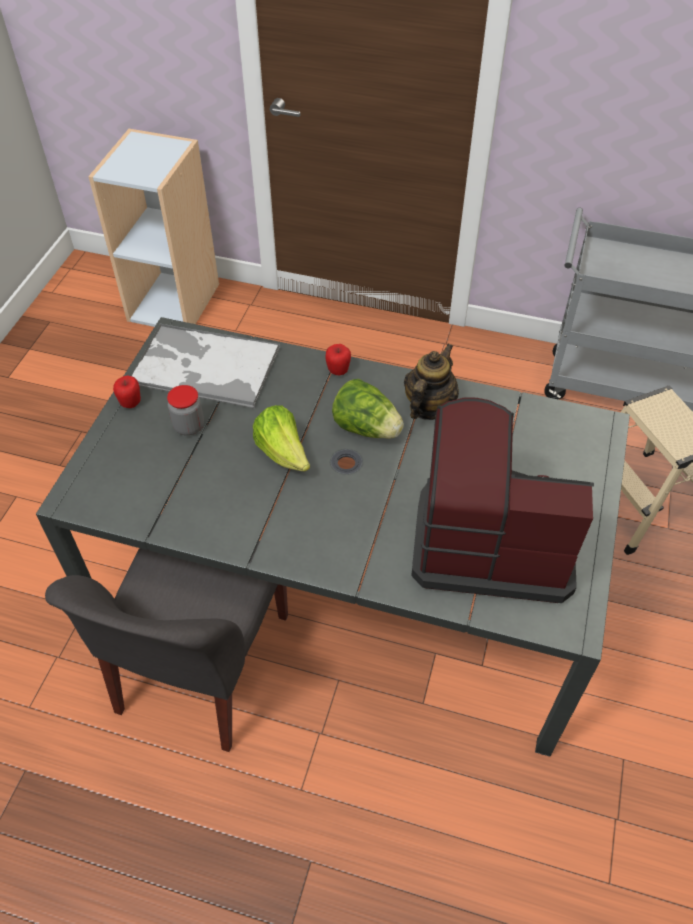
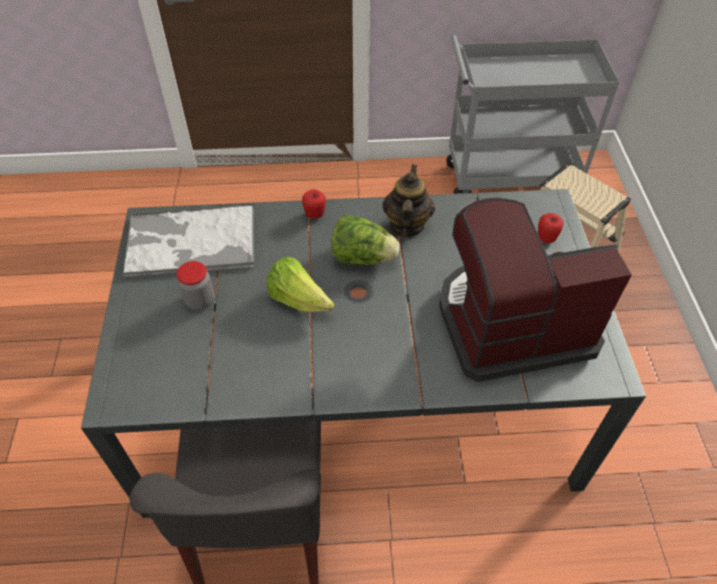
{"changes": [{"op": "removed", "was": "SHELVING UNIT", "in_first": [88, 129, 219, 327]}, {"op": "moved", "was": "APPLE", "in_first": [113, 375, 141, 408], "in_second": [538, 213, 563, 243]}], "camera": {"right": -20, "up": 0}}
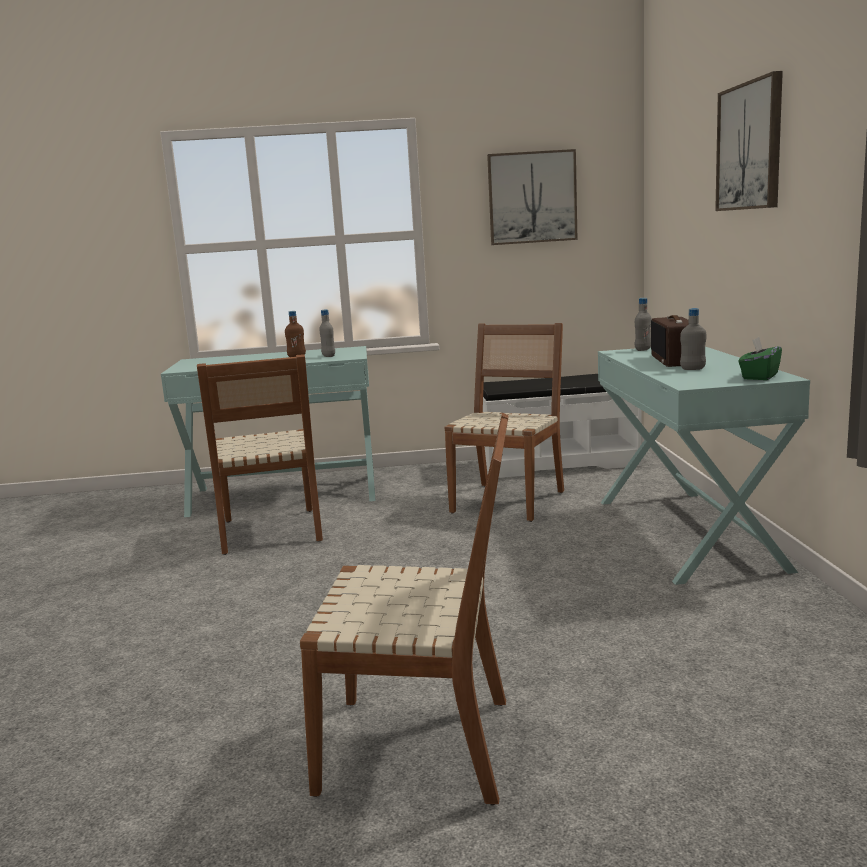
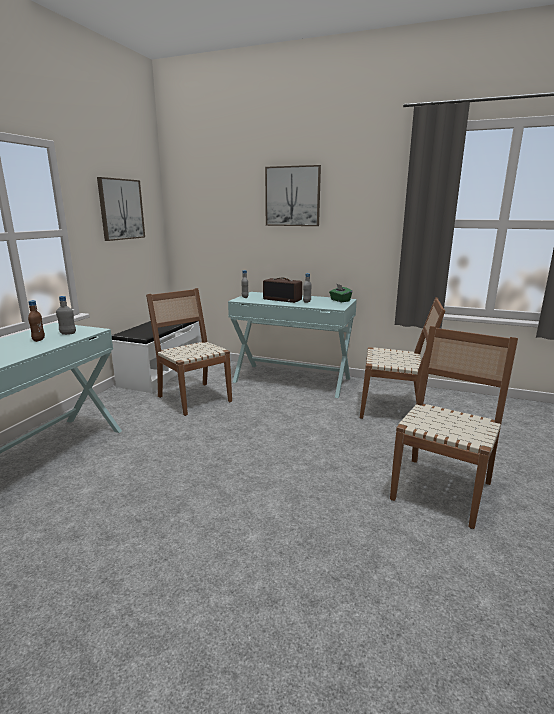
{"changes": [{"op": "moved", "was": "UPRIGHT CHAIR", "in_first": [197, 354, 323, 555], "in_second": [360, 297, 445, 419]}], "camera": {"right": -65, "up": 5}}
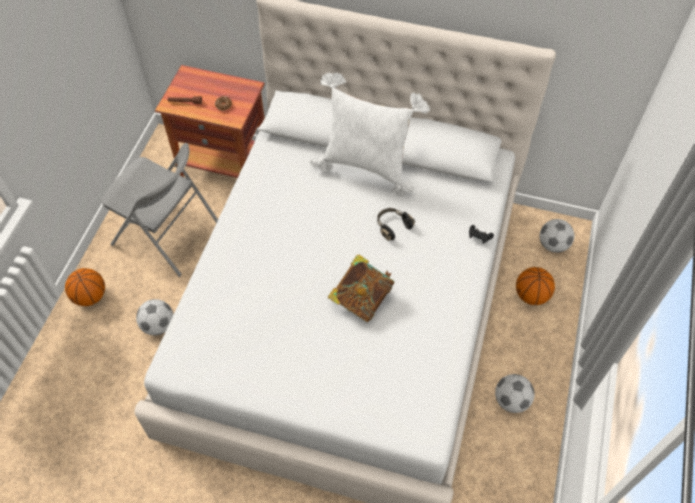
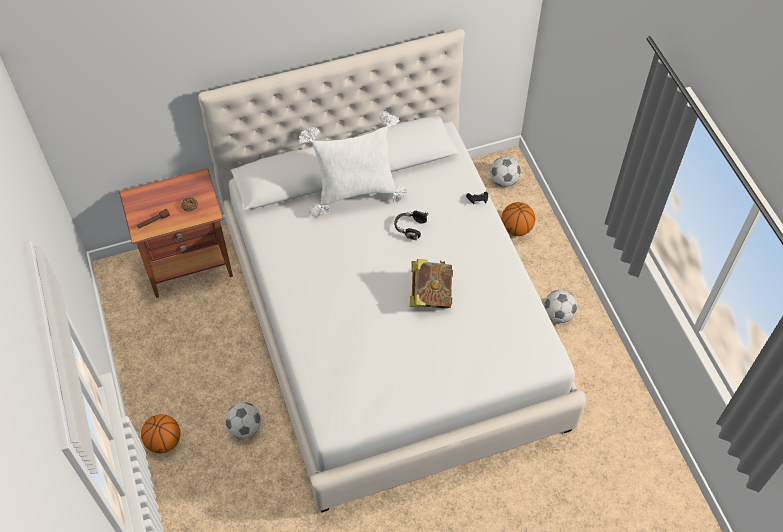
{"changes": [{"op": "removed", "was": "GREY UPRIGHT CHAIR", "in_first": [102, 143, 218, 277]}], "camera": {"right": -35, "up": 0}}
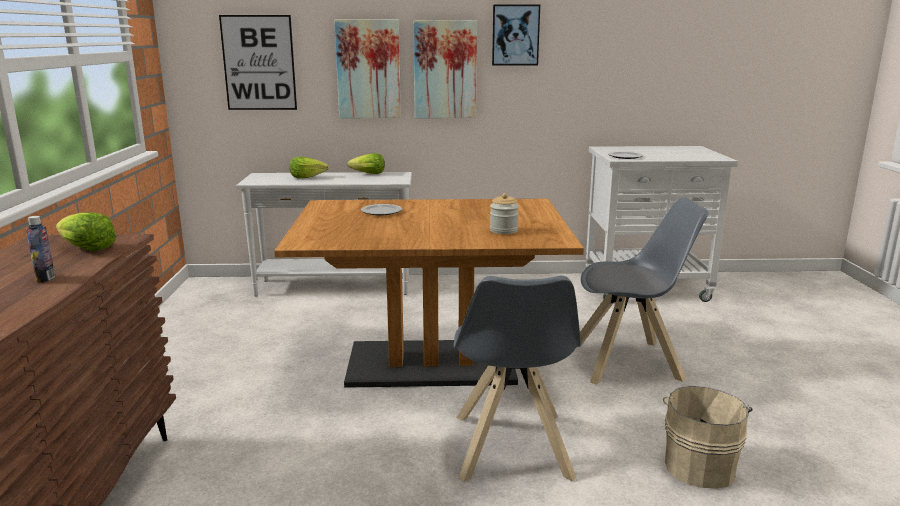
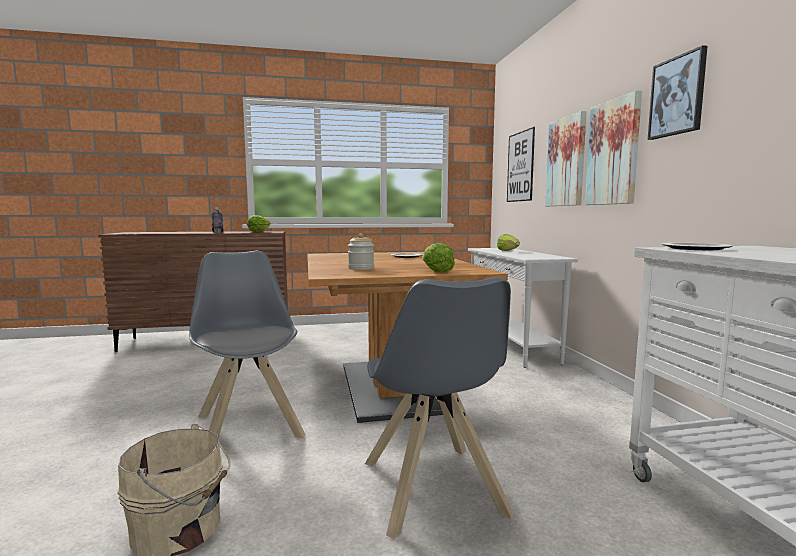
{"changes": [{"op": "moved", "was": "LETTUCE HEAD", "in_first": [347, 153, 385, 174], "in_second": [422, 243, 455, 273]}, {"op": "turned", "was": "GREY UPRIGHT CHAIR", "in_first": [454, 276, 581, 482], "in_second": [189, 251, 306, 438], "clockwise": 75}], "camera": {"right": 80, "up": -10}}
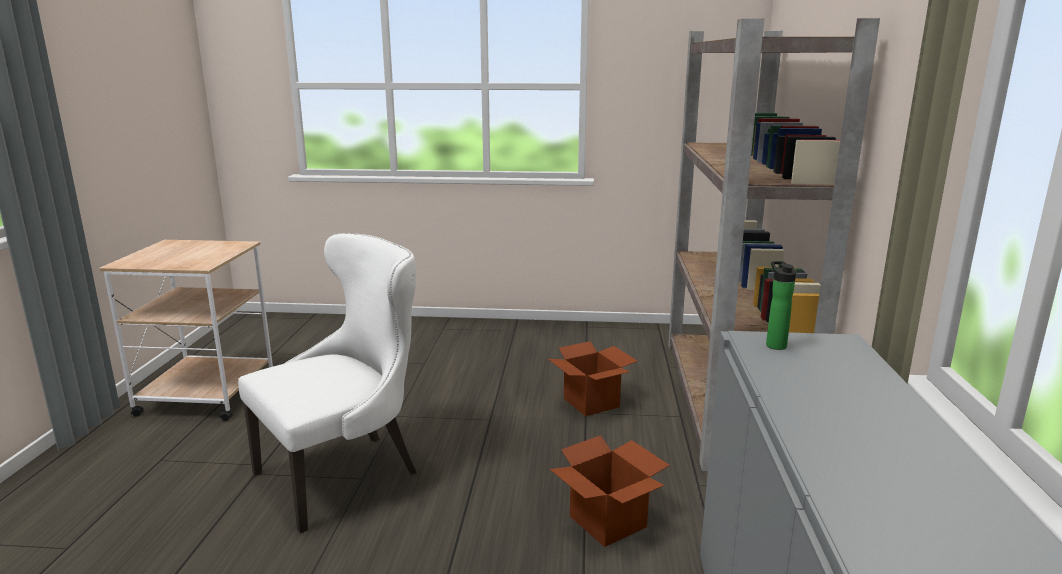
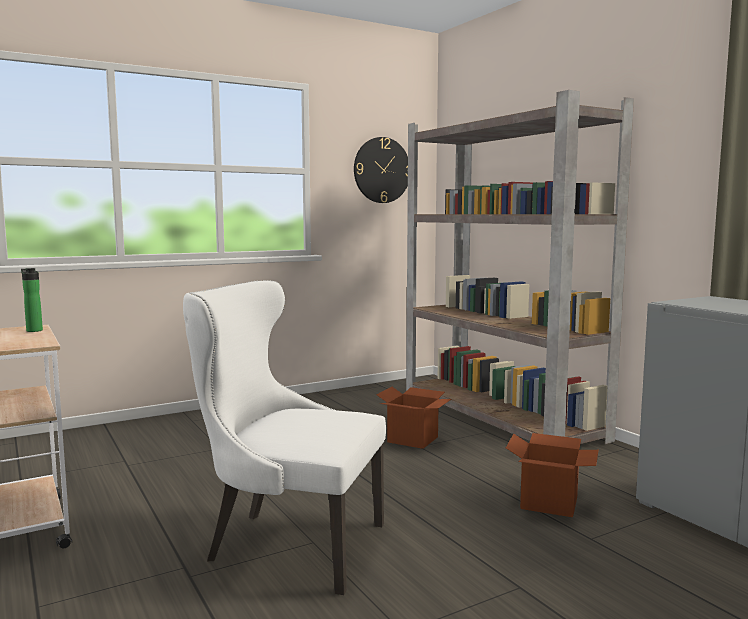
{"changes": [{"op": "added", "now": "WALL CLOCK", "in_second": [354, 137, 408, 203]}, {"op": "moved", "was": "BOTTLE", "in_first": [766, 261, 796, 350], "in_second": [21, 268, 43, 332]}, {"op": "turned", "was": "WHITE UPRIGHT CHAIR", "in_first": [238, 233, 417, 533], "in_second": [183, 280, 386, 595], "clockwise": -90}], "camera": {"right": -35, "up": -10}}
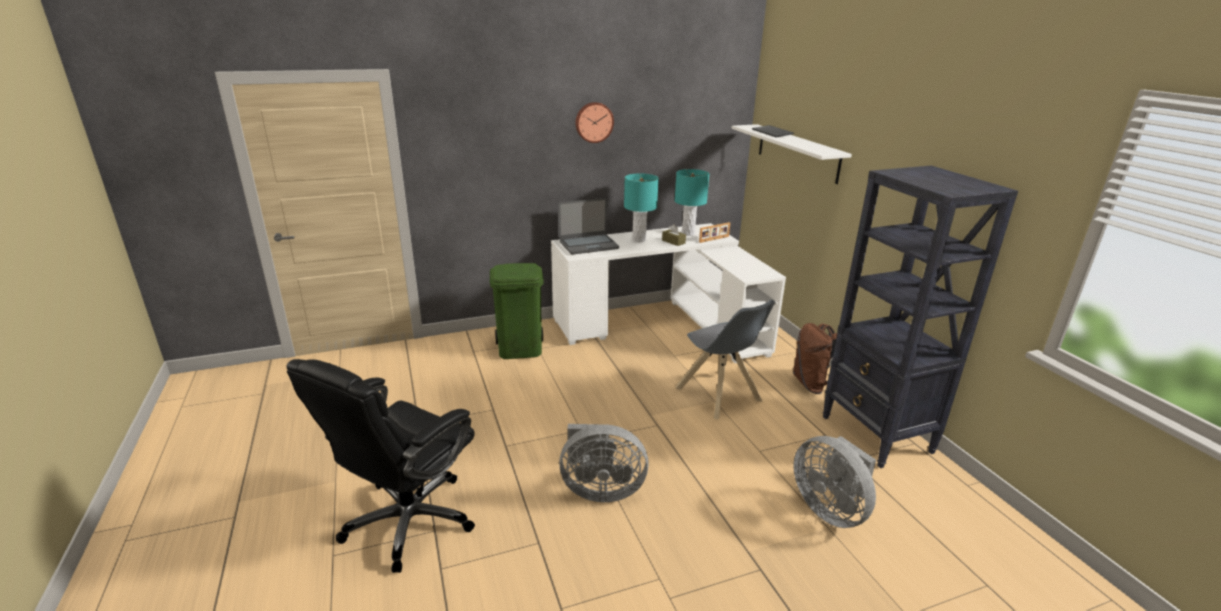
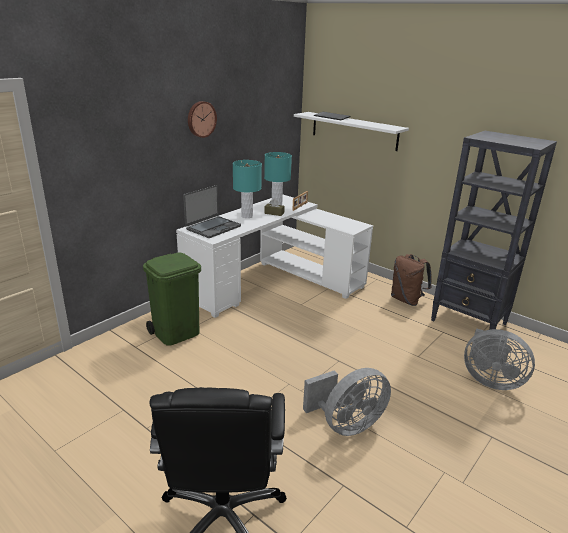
{"changes": [{"op": "removed", "was": "GREY UPRIGHT CHAIR", "in_first": [676, 300, 775, 420]}], "camera": {"right": -30, "up": 0}}
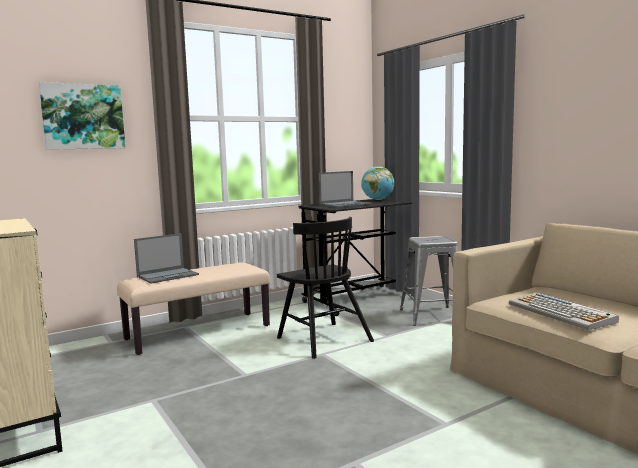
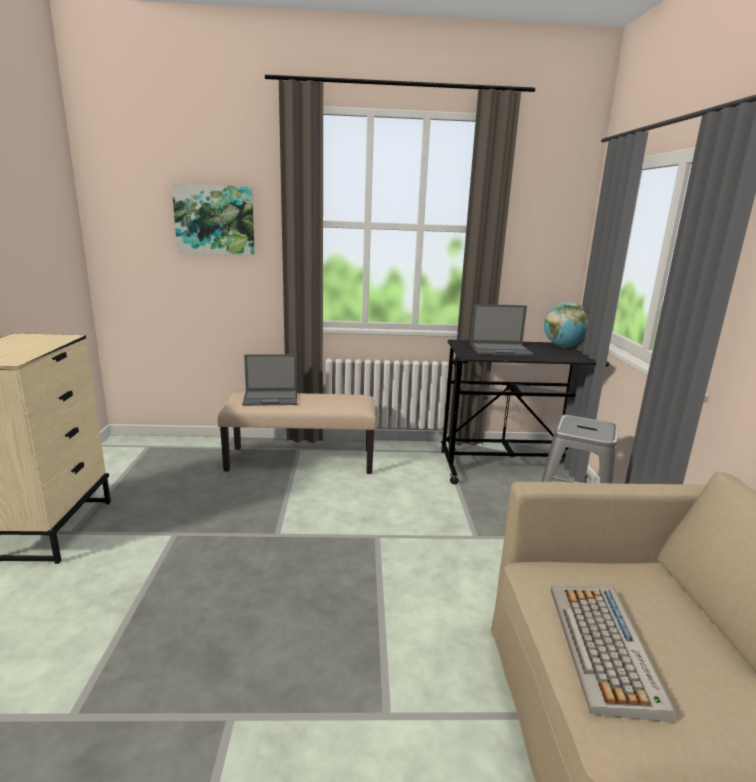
{"changes": [{"op": "removed", "was": "BLACK-COLOURED UPRIGHT CHAIR", "in_first": [277, 217, 374, 359]}], "camera": {"right": 30, "up": 10}}
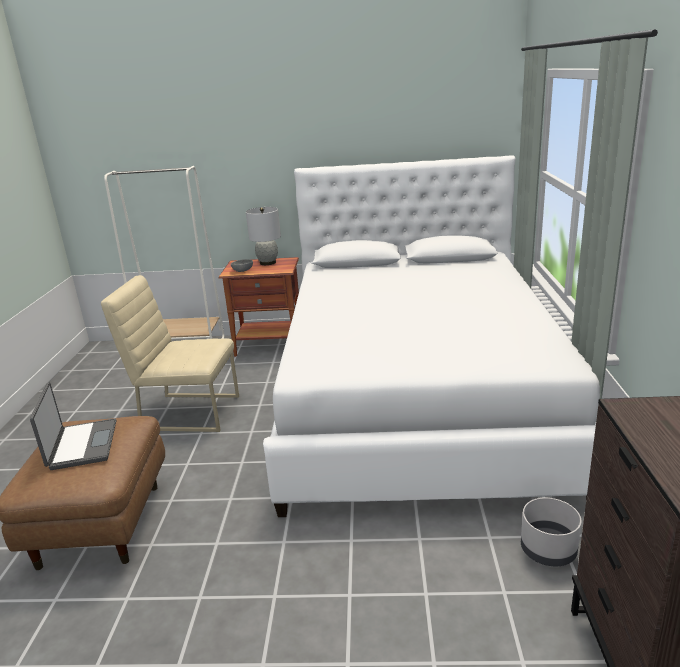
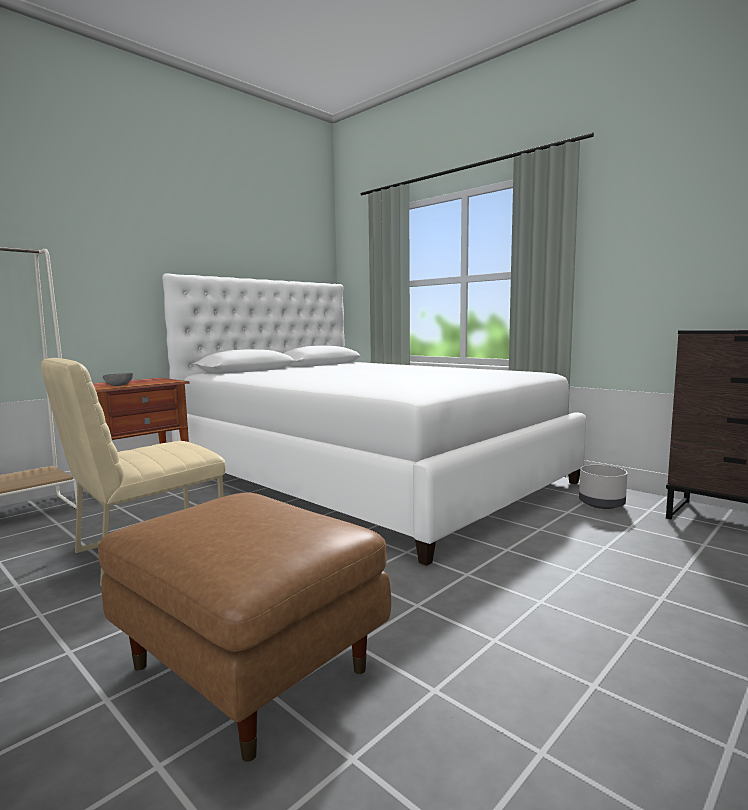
{"changes": [{"op": "removed", "was": "PORTABLE COMPUTER", "in_first": [30, 383, 117, 470]}, {"op": "removed", "was": "WHITE TABLE LAMP", "in_first": [246, 207, 281, 265]}], "camera": {"right": -50, "up": -15}}
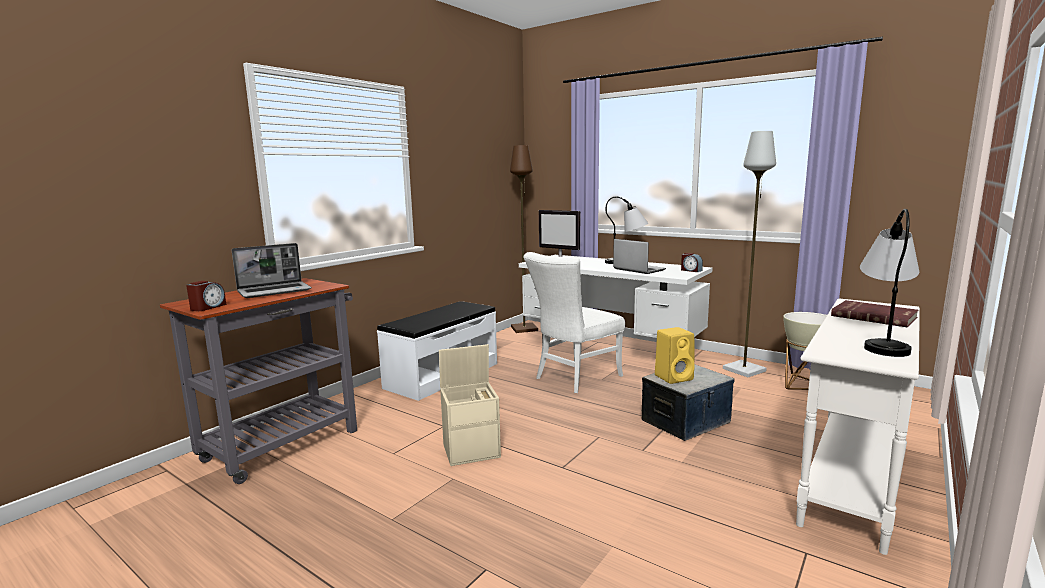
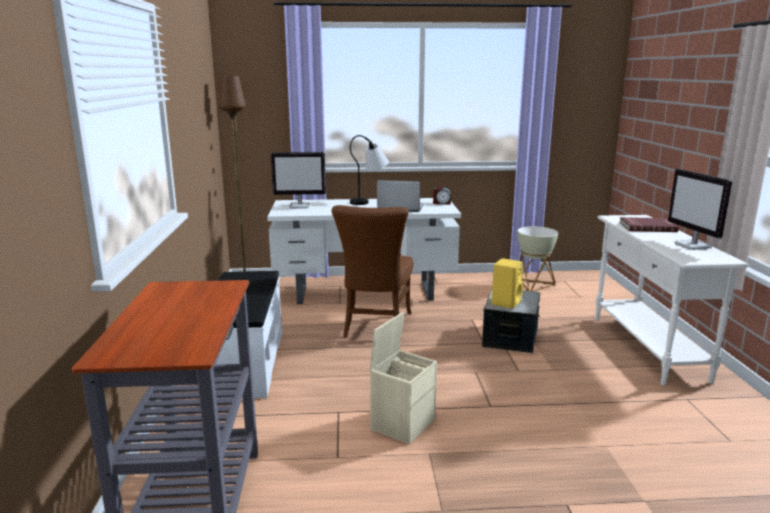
{"changes": [{"op": "removed", "was": "ALARM CLOCK", "in_first": [186, 281, 226, 311]}, {"op": "removed", "was": "PORTABLE COMPUTER", "in_first": [232, 243, 312, 298]}, {"op": "removed", "was": "GREY STANDING LAMP", "in_first": [723, 131, 776, 377]}, {"op": "replaced", "was": "TABLE LAMP", "now": "COMPUTER DISPLAY", "in_first": [860, 209, 919, 357], "in_second": [668, 169, 732, 250]}, {"op": "recoloured", "was": "WHITE UPRIGHT CHAIR", "now": "BROWN UPRIGHT CHAIR", "in_first": [523, 252, 625, 393], "in_second": [332, 205, 414, 338]}], "camera": {"right": -40, "up": 5}}
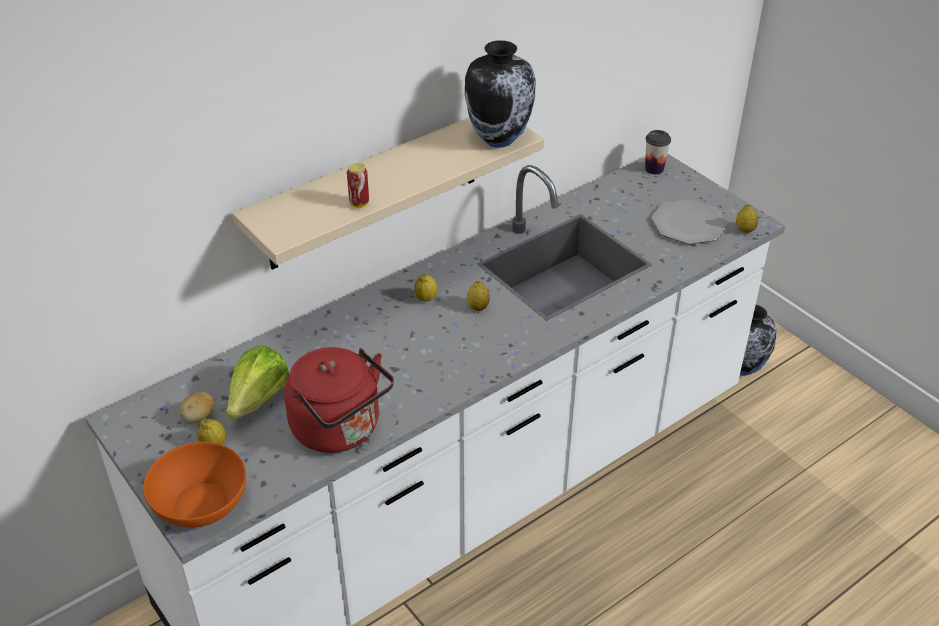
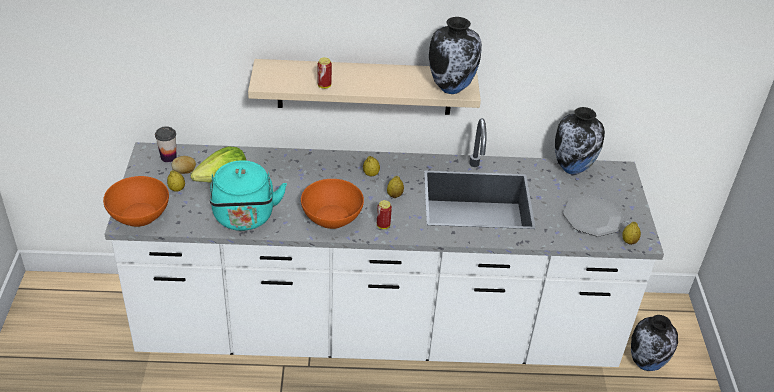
{"changes": [{"op": "added", "now": "ORANGEY DEEP DISH", "in_second": [301, 179, 364, 229]}, {"op": "added", "now": "SEALED CAN", "in_second": [377, 200, 392, 229]}, {"op": "added", "now": "VASE", "in_second": [555, 107, 605, 175]}, {"op": "moved", "was": "SMALL CUP", "in_first": [645, 130, 671, 174], "in_second": [155, 126, 177, 162]}, {"op": "recoloured", "was": "REDDISH TEA KETTLE", "now": "BLUE-GREEN TEA KETTLE", "in_first": [284, 347, 394, 453], "in_second": [210, 160, 287, 231]}], "camera": {"right": 35, "up": 0}}
